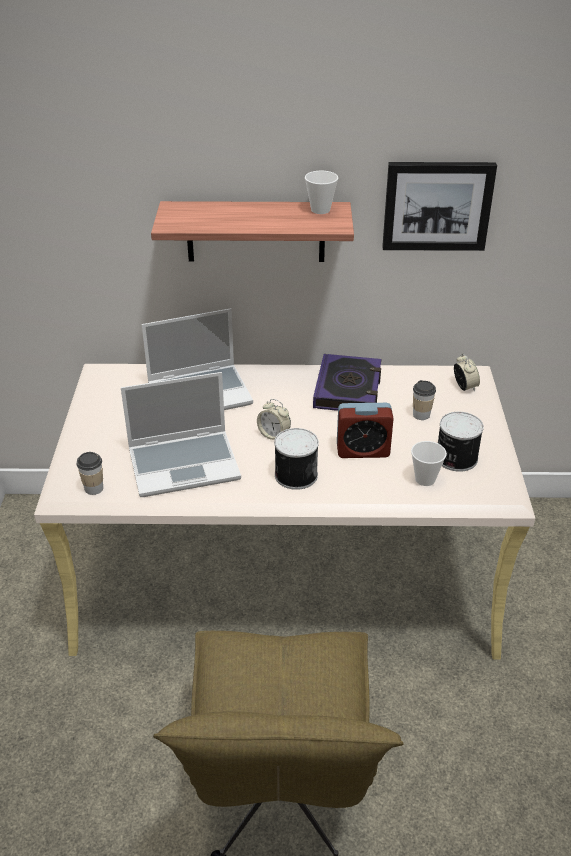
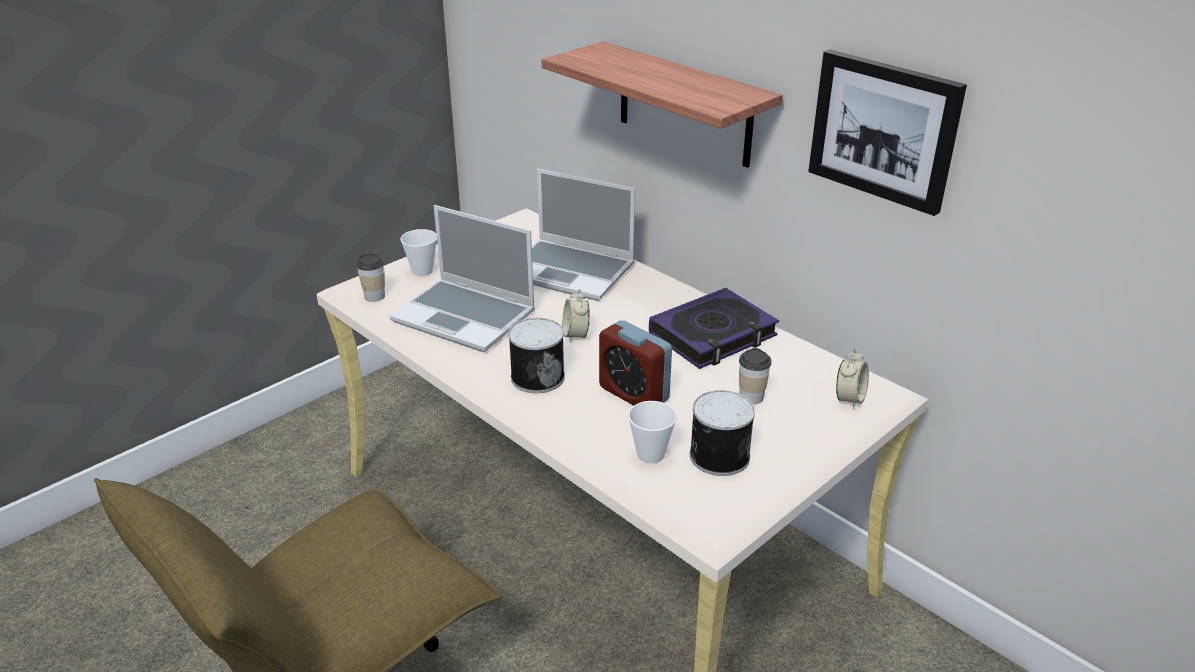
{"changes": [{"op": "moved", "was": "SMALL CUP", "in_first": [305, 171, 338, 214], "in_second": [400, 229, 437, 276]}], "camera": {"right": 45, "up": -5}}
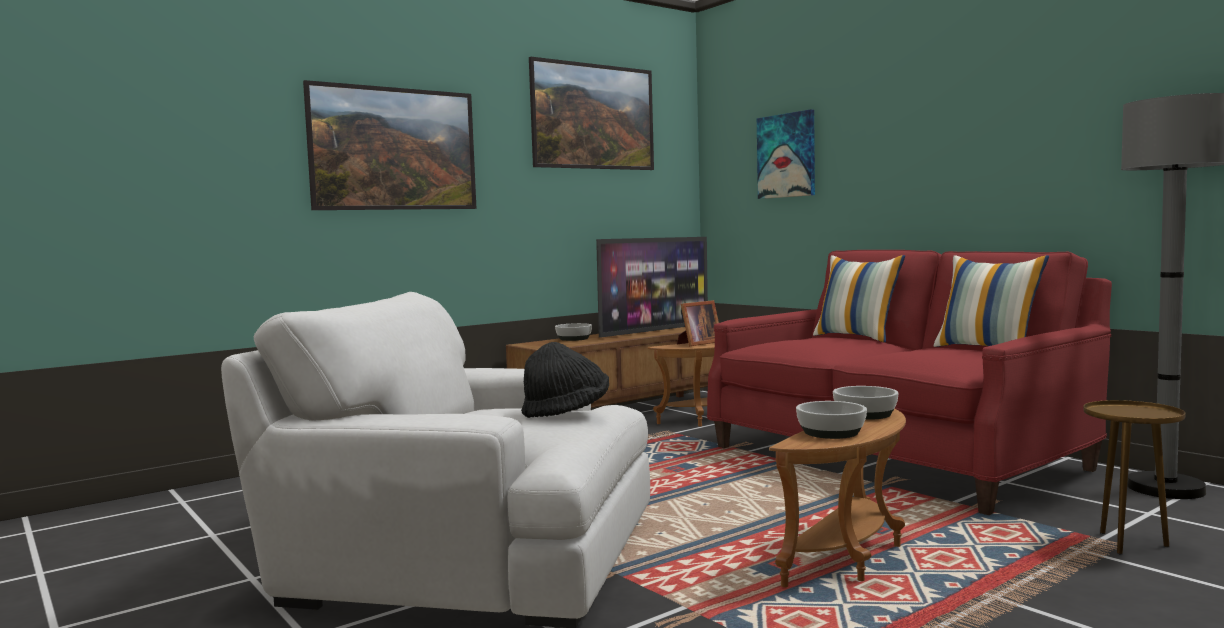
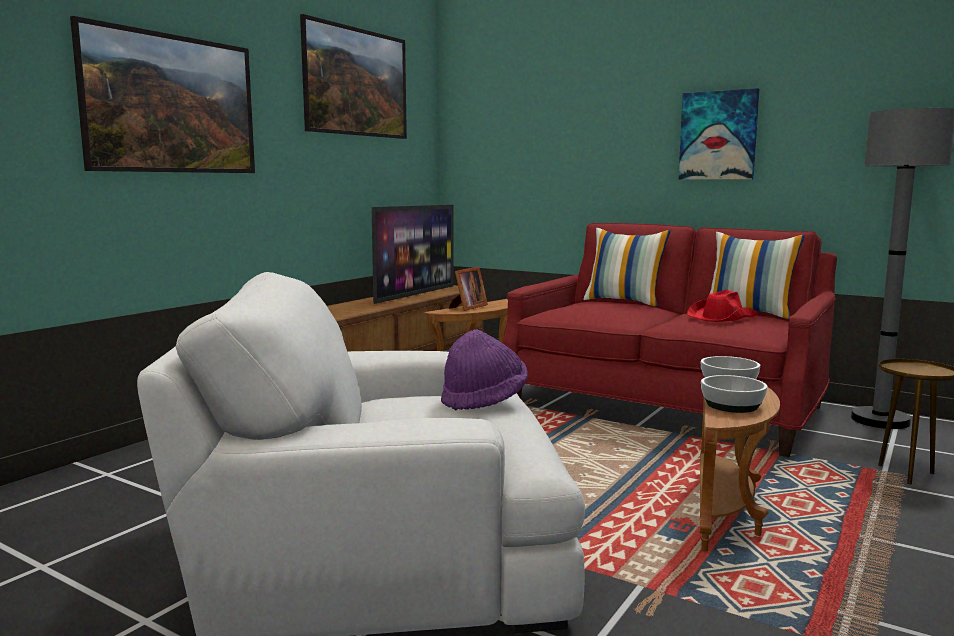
{"changes": [{"op": "removed", "was": "DEEP DISH", "in_first": [555, 323, 592, 341]}, {"op": "added", "now": "REDDISH HAT", "in_second": [687, 290, 758, 322]}, {"op": "moved", "was": "WALL PICTURE", "in_first": [757, 109, 815, 199], "in_second": [679, 88, 759, 180]}, {"op": "recoloured", "was": "BLACK-COLOURED HAT", "now": "PURPLE-COLOURED HAT", "in_first": [521, 342, 609, 418], "in_second": [441, 330, 528, 410]}], "camera": {"right": -20, "up": 5}}
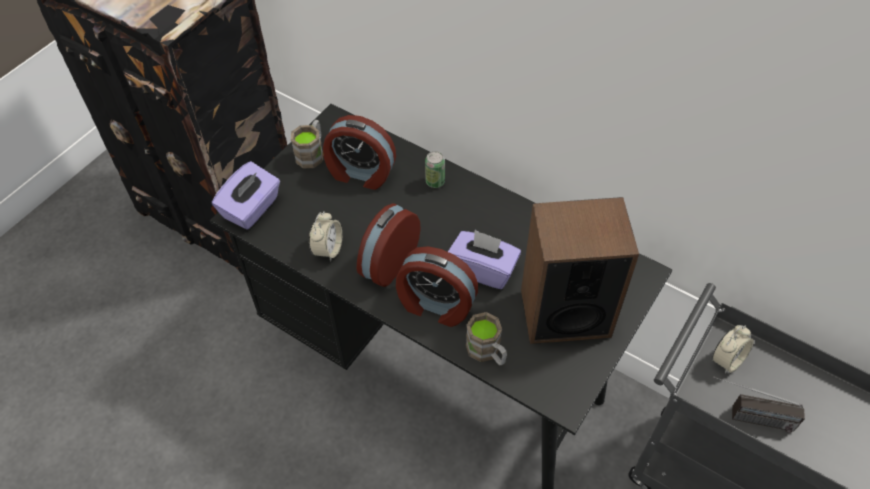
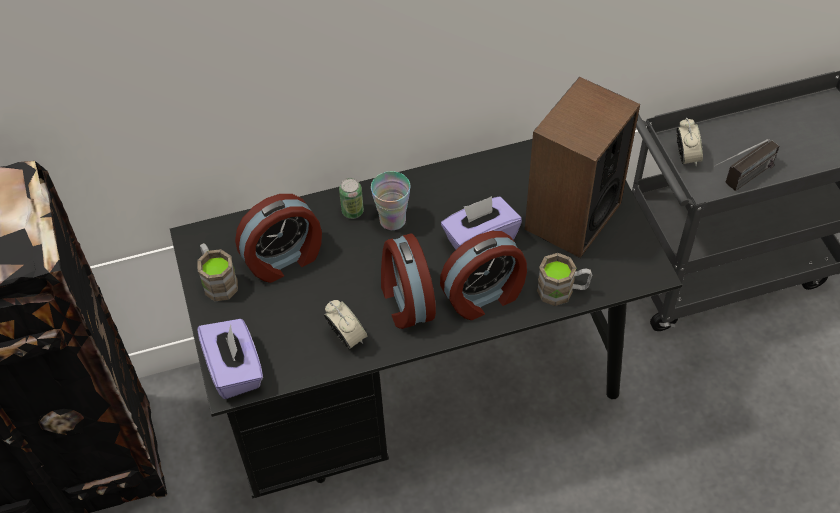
{"changes": [{"op": "added", "now": "SMALL CUP", "in_second": [371, 171, 410, 230]}], "camera": {"right": -50, "up": 0}}
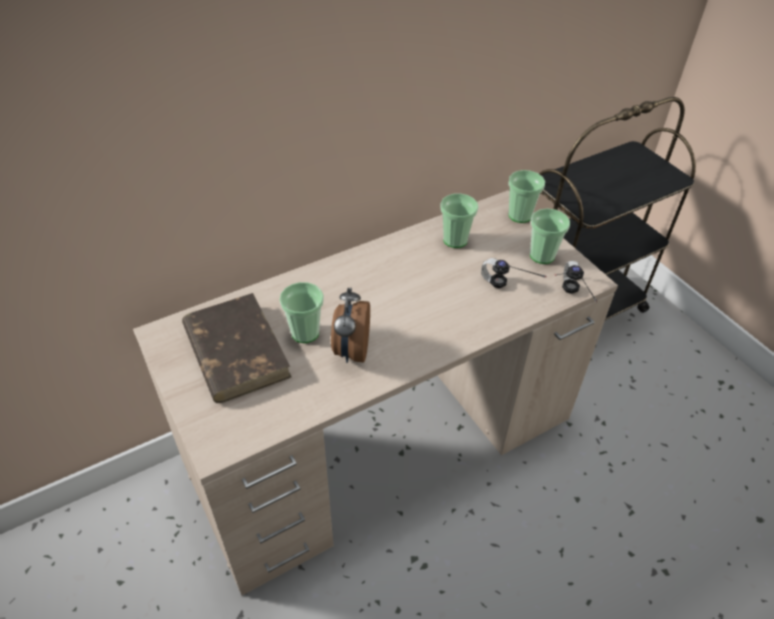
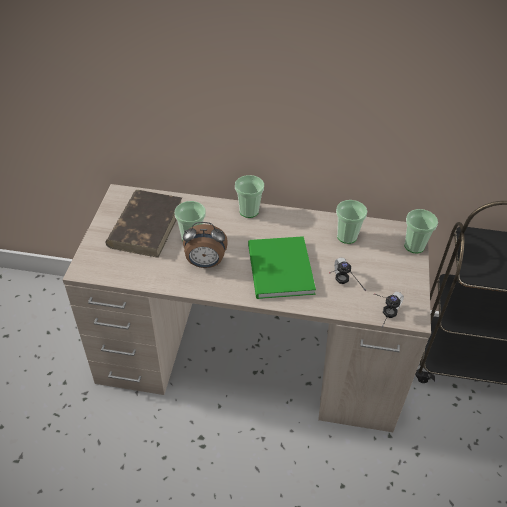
{"changes": [{"op": "added", "now": "GREEN-COLOURED VOLUME", "in_second": [248, 236, 316, 299]}, {"op": "moved", "was": "SMALL CUP", "in_first": [530, 209, 570, 264], "in_second": [235, 175, 264, 218]}, {"op": "turned", "was": "ALARM CLOCK", "in_first": [331, 287, 370, 363], "in_second": [183, 222, 228, 268], "clockwise": -135}], "camera": {"right": 40, "up": 0}}
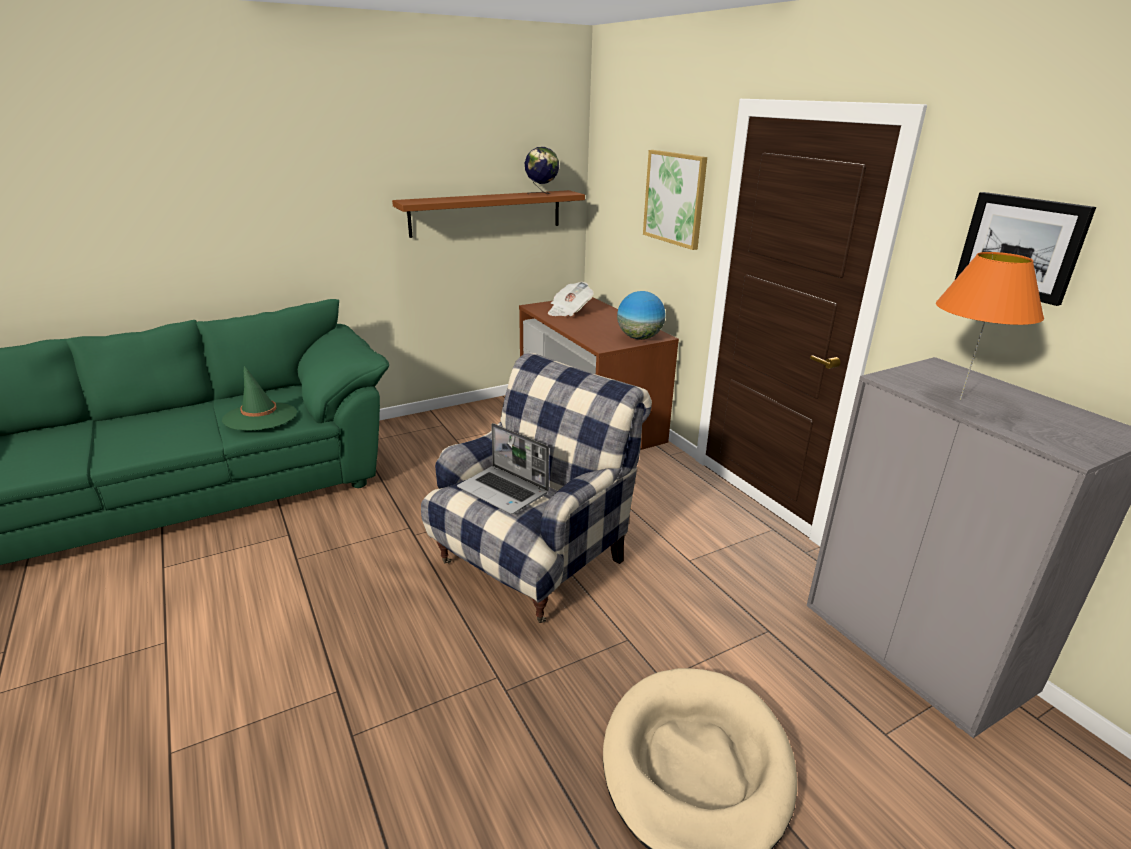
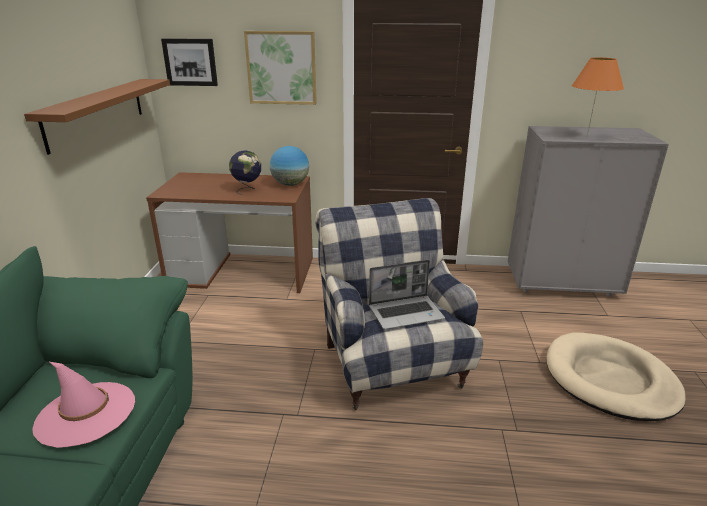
{"changes": [{"op": "removed", "was": "DAILY PAPER", "in_first": [548, 282, 594, 316]}, {"op": "moved", "was": "DESK GLOBE", "in_first": [525, 147, 559, 194], "in_second": [229, 150, 261, 195]}, {"op": "moved", "was": "WALL PICTURE", "in_first": [955, 192, 1096, 306], "in_second": [161, 38, 218, 86]}, {"op": "recoloured", "was": "GREEN-COLOURED HAT", "now": "PINK HAT", "in_first": [222, 366, 297, 431], "in_second": [32, 361, 135, 448]}], "camera": {"right": -55, "up": 0}}
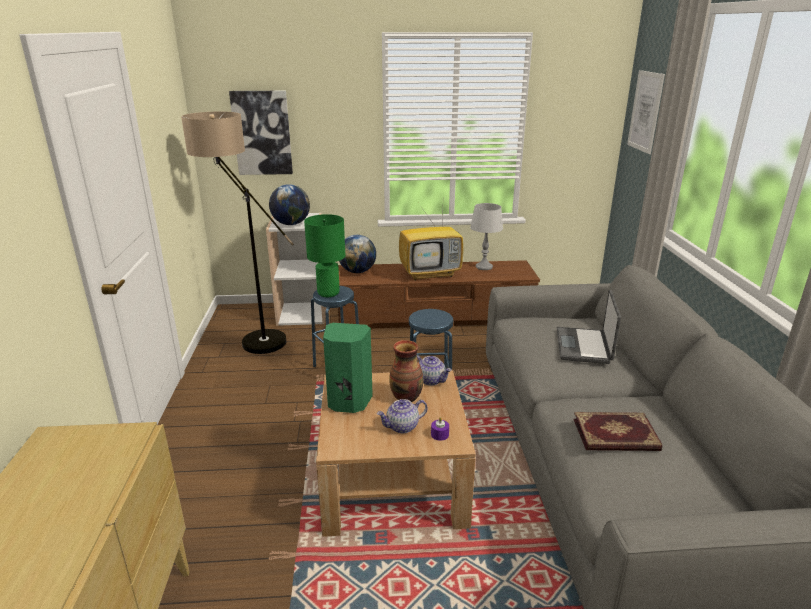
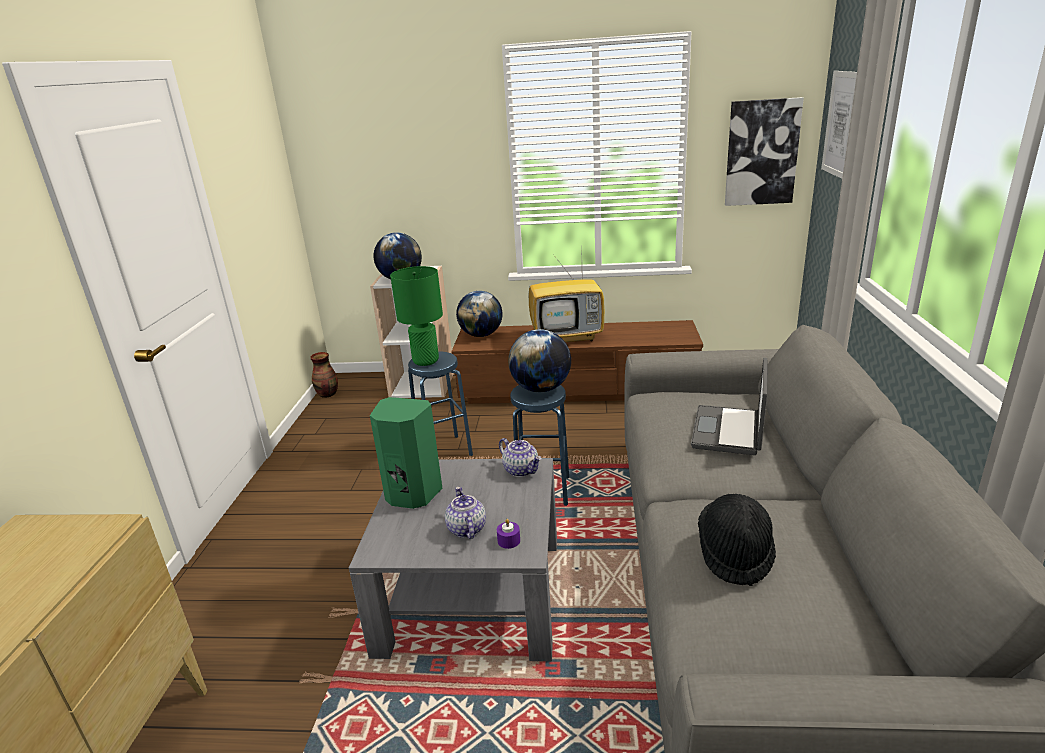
{"changes": [{"op": "removed", "was": "STANDING LAMP", "in_first": [181, 112, 294, 354]}, {"op": "removed", "was": "GREY TABLE LAMP", "in_first": [470, 203, 503, 270]}, {"op": "added", "now": "DESK GLOBE", "in_second": [508, 329, 571, 392]}, {"op": "moved", "was": "WALL PICTURE", "in_first": [229, 91, 293, 175], "in_second": [725, 97, 804, 206]}, {"op": "moved", "was": "VASE", "in_first": [389, 340, 423, 402], "in_second": [310, 352, 338, 398]}, {"op": "replaced", "was": "VOLUME", "now": "BLACK-COLOURED HAT", "in_first": [573, 412, 662, 451], "in_second": [698, 494, 776, 586]}, {"op": "recoloured", "was": "BROWN COFFEE TABLE", "now": "GREY COFFEE TABLE", "in_first": [316, 370, 476, 537], "in_second": [349, 458, 557, 661]}, {"op": "turned", "was": "TEA POT", "in_first": [377, 399, 427, 433], "in_second": [445, 487, 486, 539], "clockwise": 90}], "camera": {"right": 10, "up": 0}}
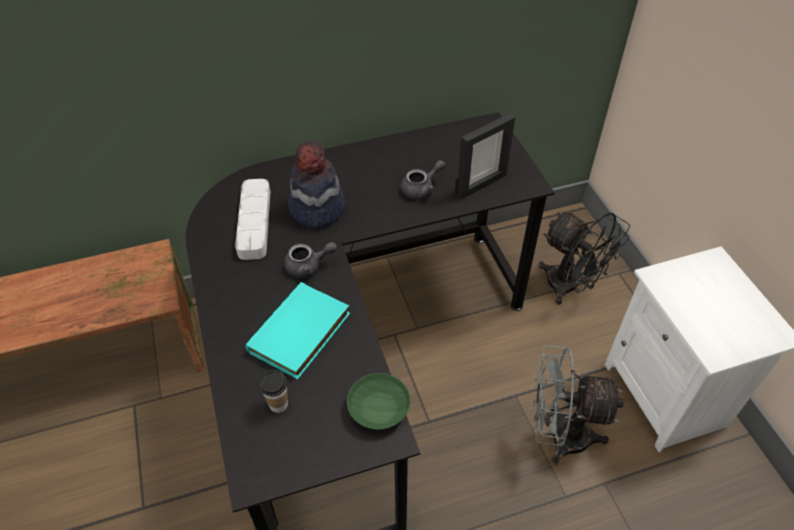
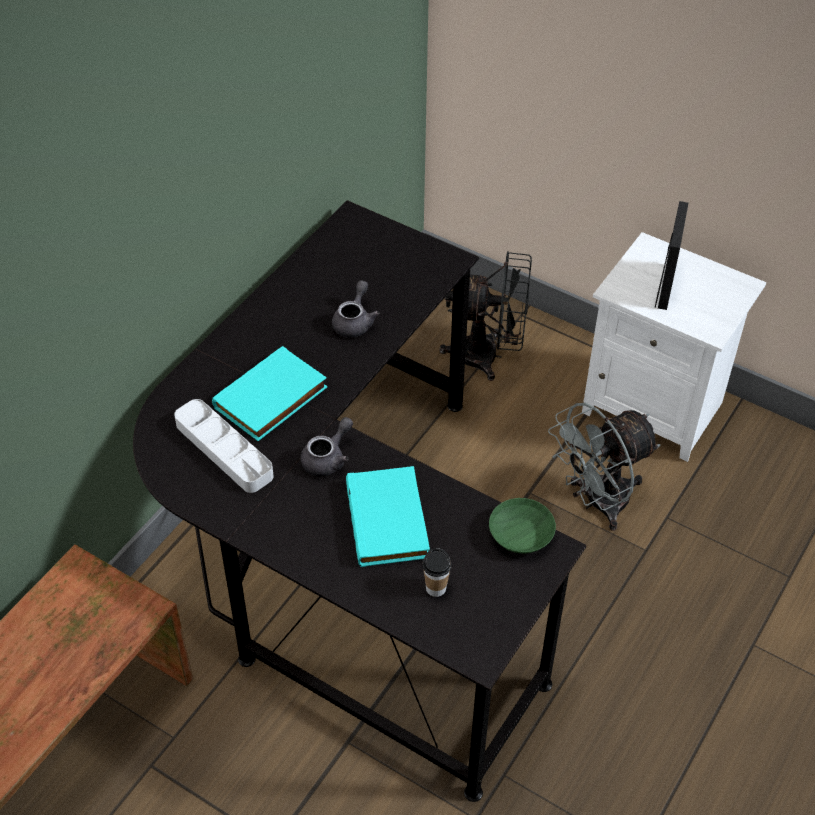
{"changes": [{"op": "moved", "was": "PHOTO FRAME", "in_first": [455, 113, 515, 199], "in_second": [655, 201, 688, 310]}, {"op": "replaced", "was": "HAT", "now": "BLUE-GREEN VOLUME", "in_first": [288, 140, 345, 229], "in_second": [212, 346, 328, 441]}], "camera": {"right": -40, "up": 0}}
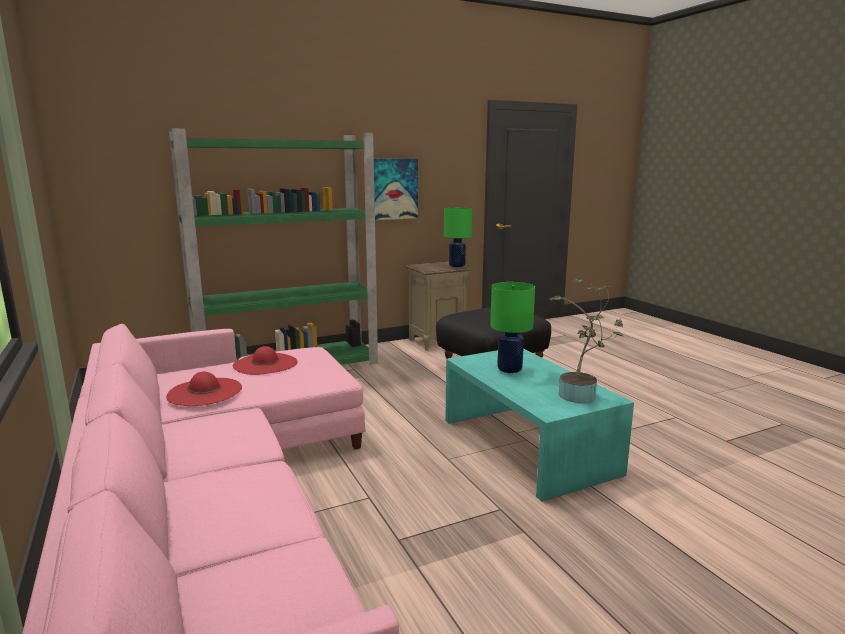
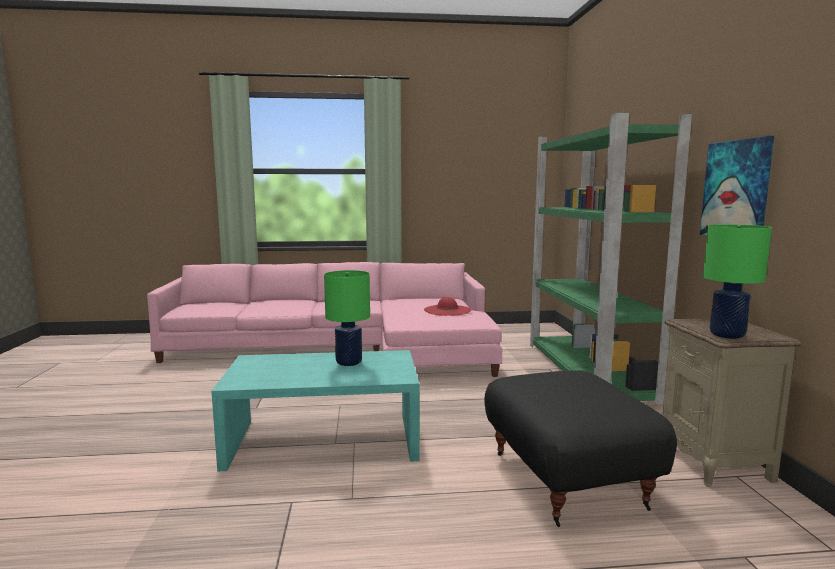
{"changes": [{"op": "removed", "was": "REDDISH HAT", "in_first": [166, 372, 242, 406]}, {"op": "removed", "was": "PLANT IN A POT", "in_first": [549, 279, 623, 403]}], "camera": {"right": 110, "up": -5}}
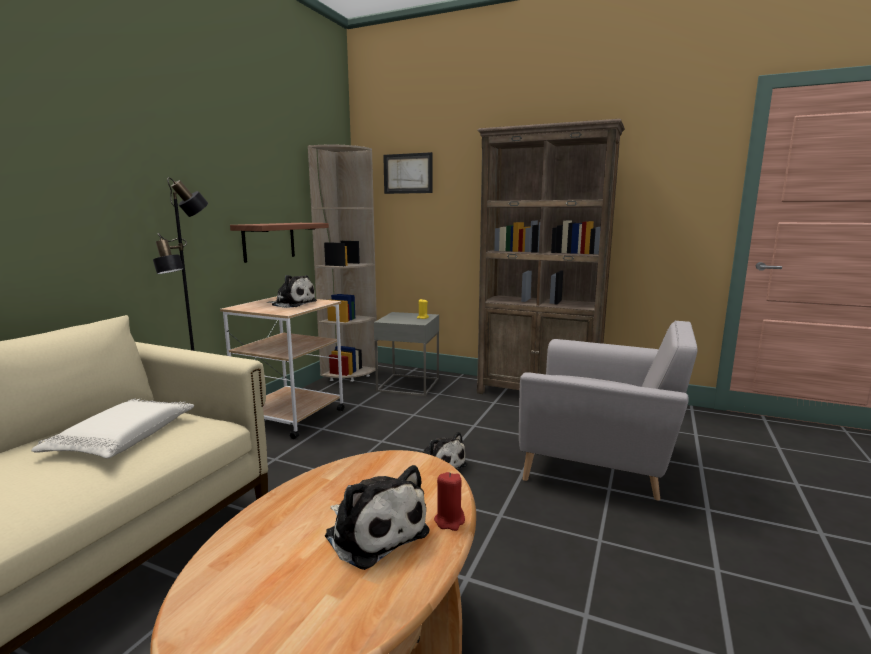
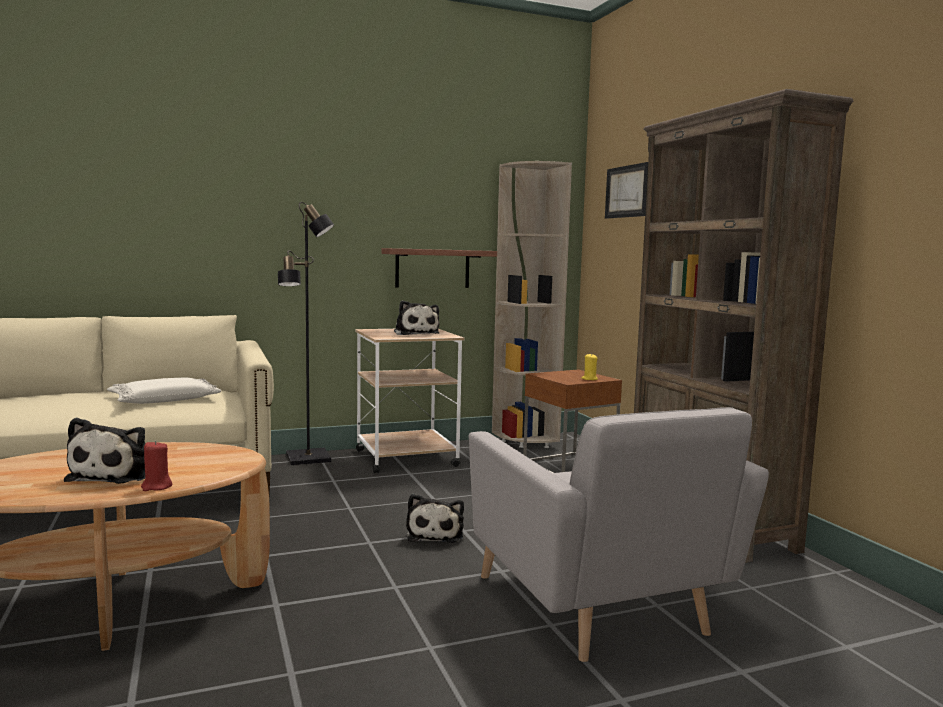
{"changes": [{"op": "recoloured", "was": "GREY ACCENT TABLE", "now": "BROWN ACCENT TABLE", "in_first": [374, 312, 439, 396], "in_second": [523, 369, 622, 473]}], "camera": {"right": 45, "up": -5}}
